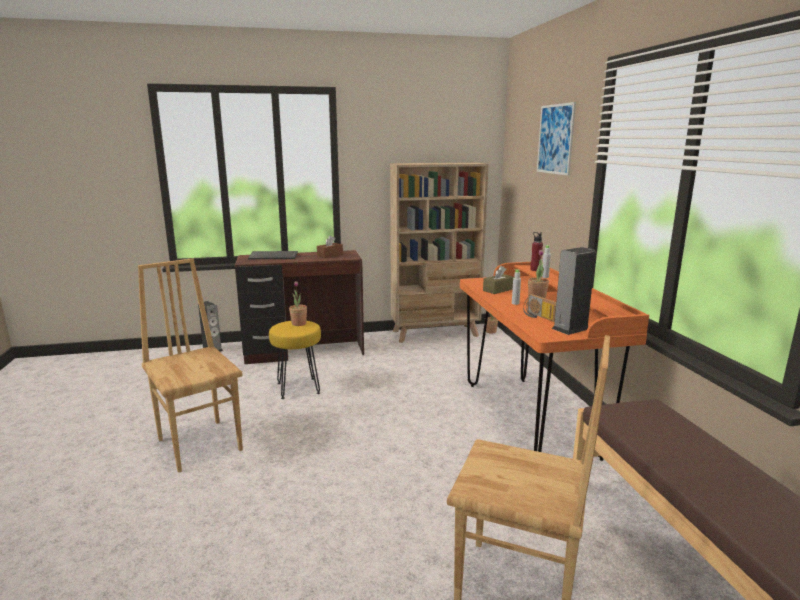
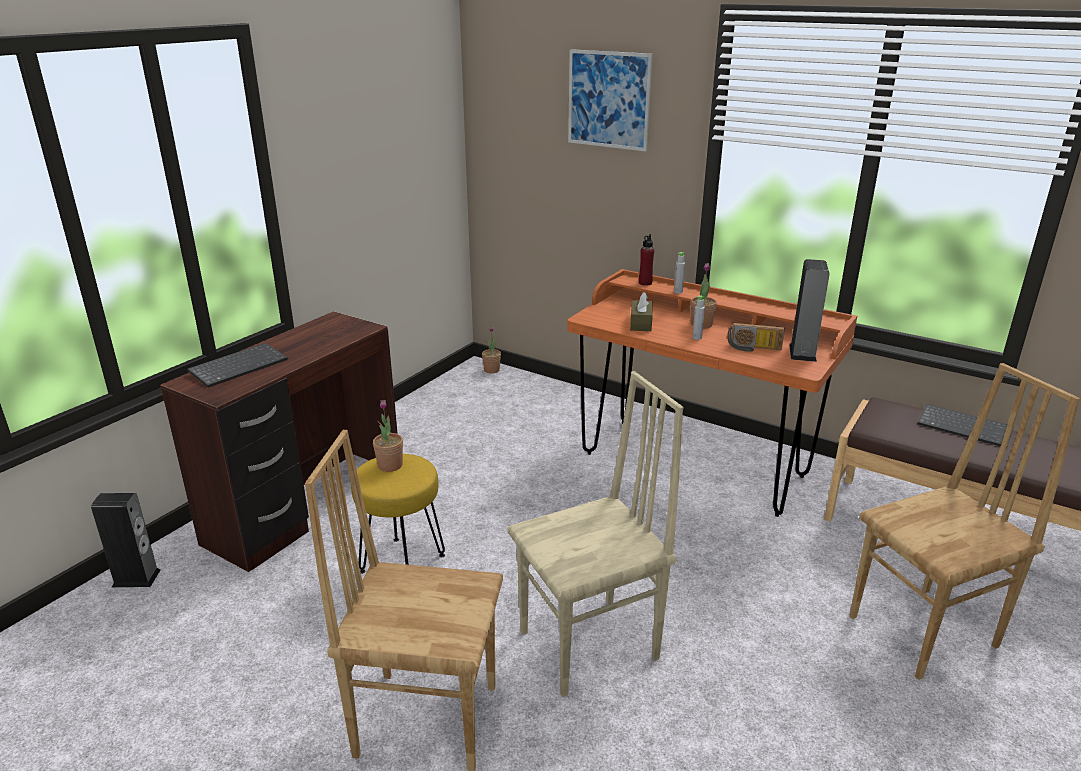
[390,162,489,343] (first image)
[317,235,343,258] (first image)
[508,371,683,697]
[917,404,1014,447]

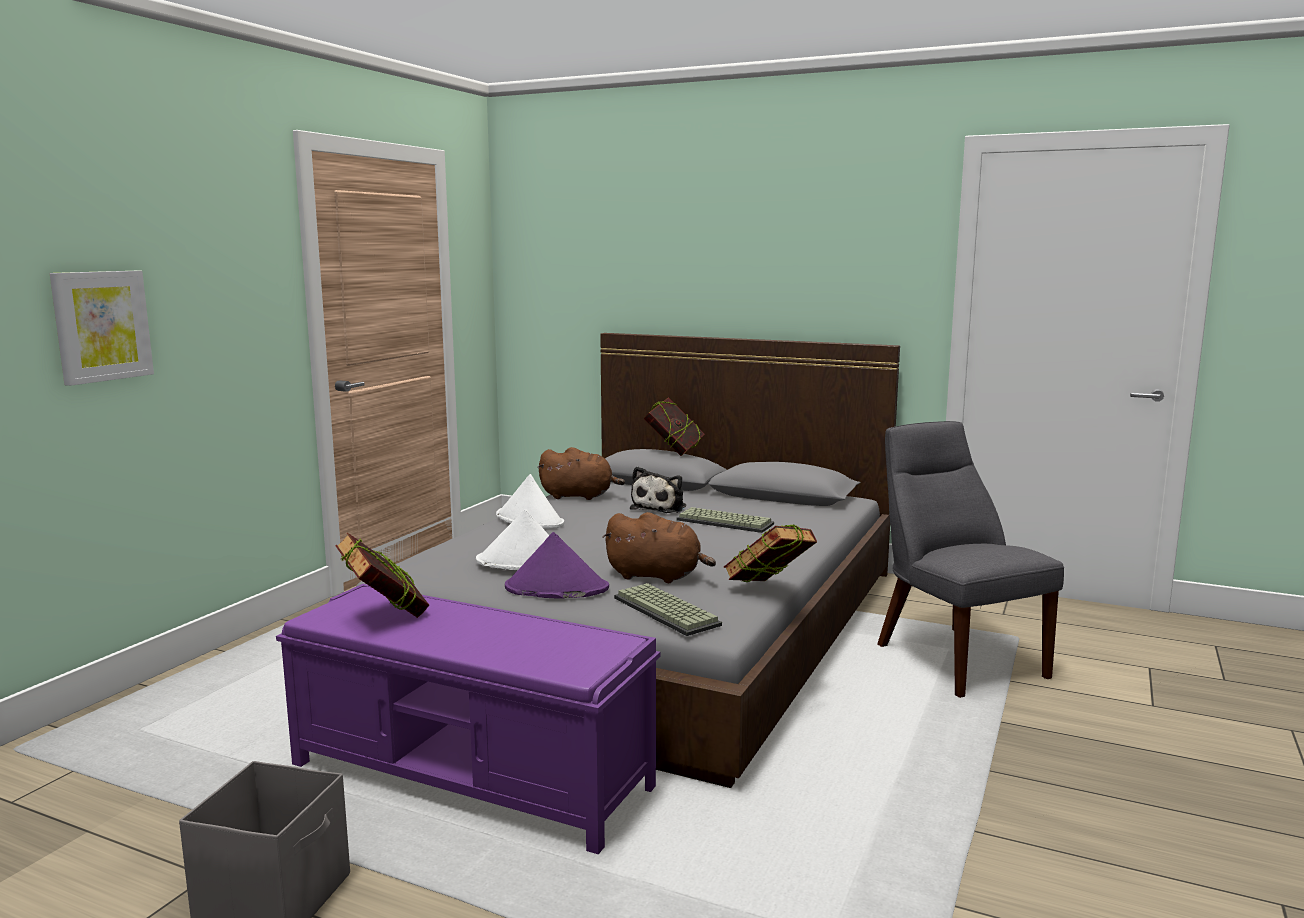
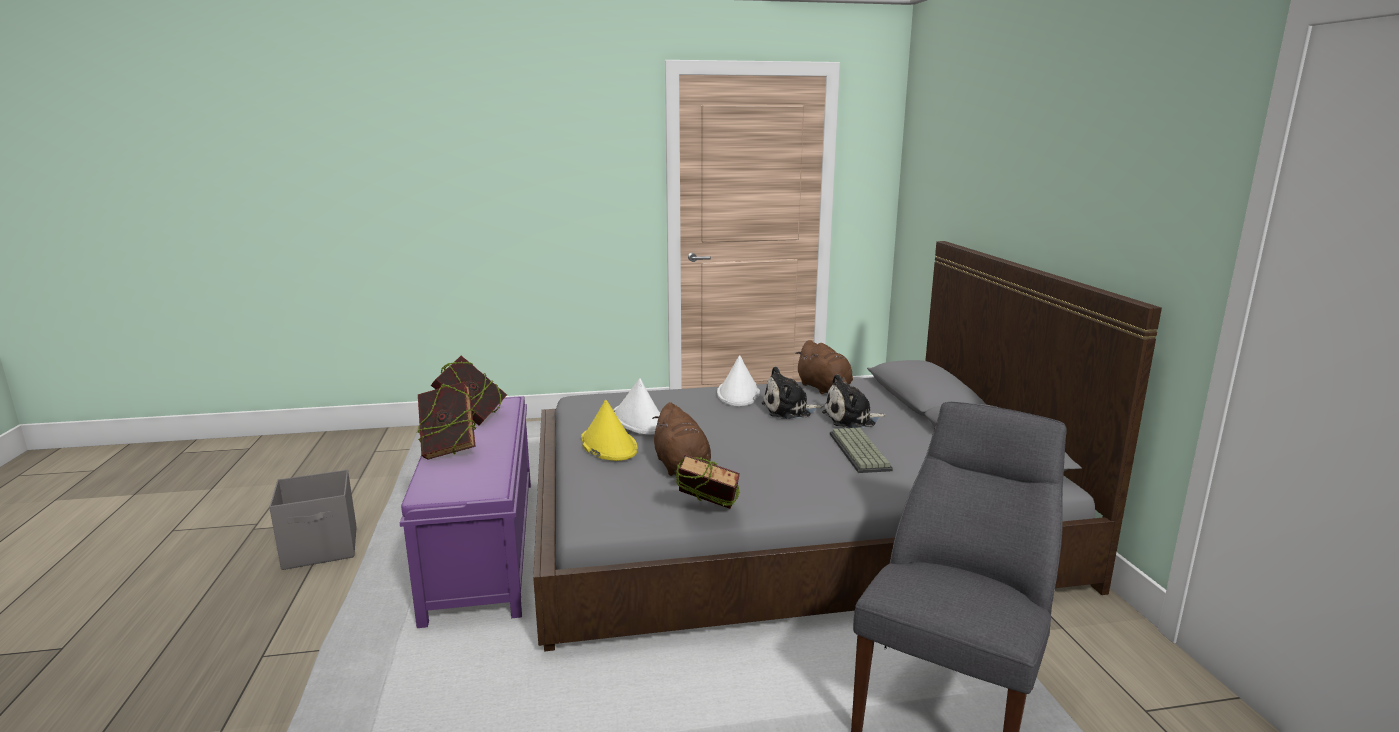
[50,271,154,386] (first image)
[417,382,476,460]
[581,399,638,461]
[614,583,722,636] (first image)
[762,366,824,419]

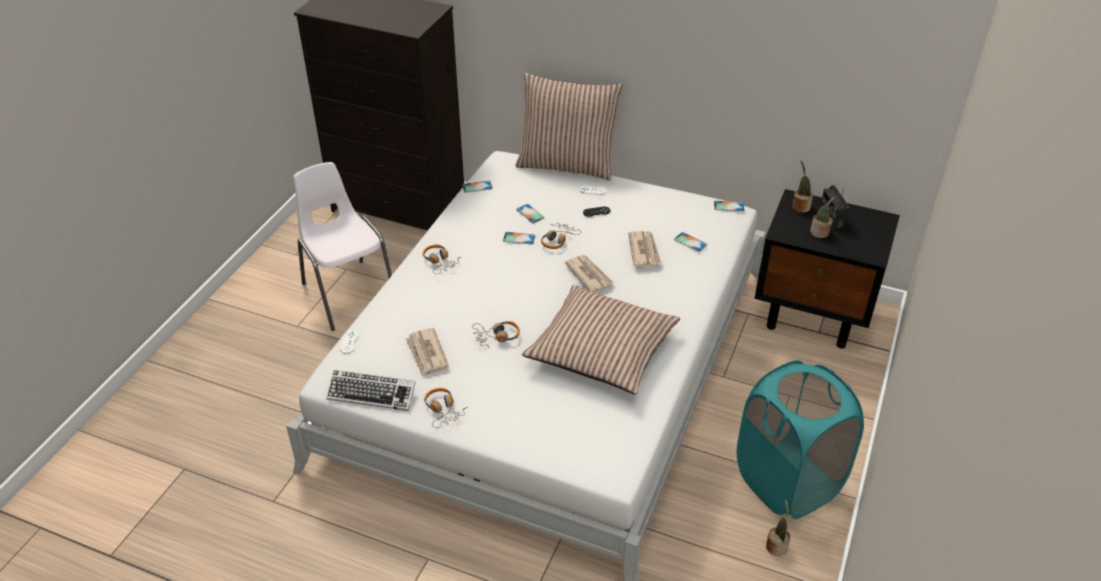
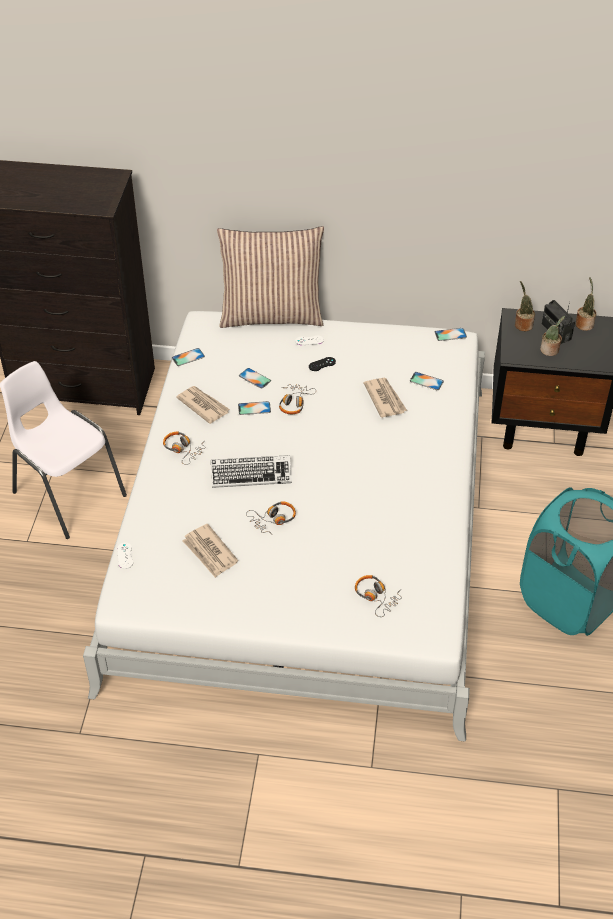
[176,386,230,424]
[522,285,680,394] (first image)
[211,455,292,488]
[355,575,402,617]
[576,277,597,331]

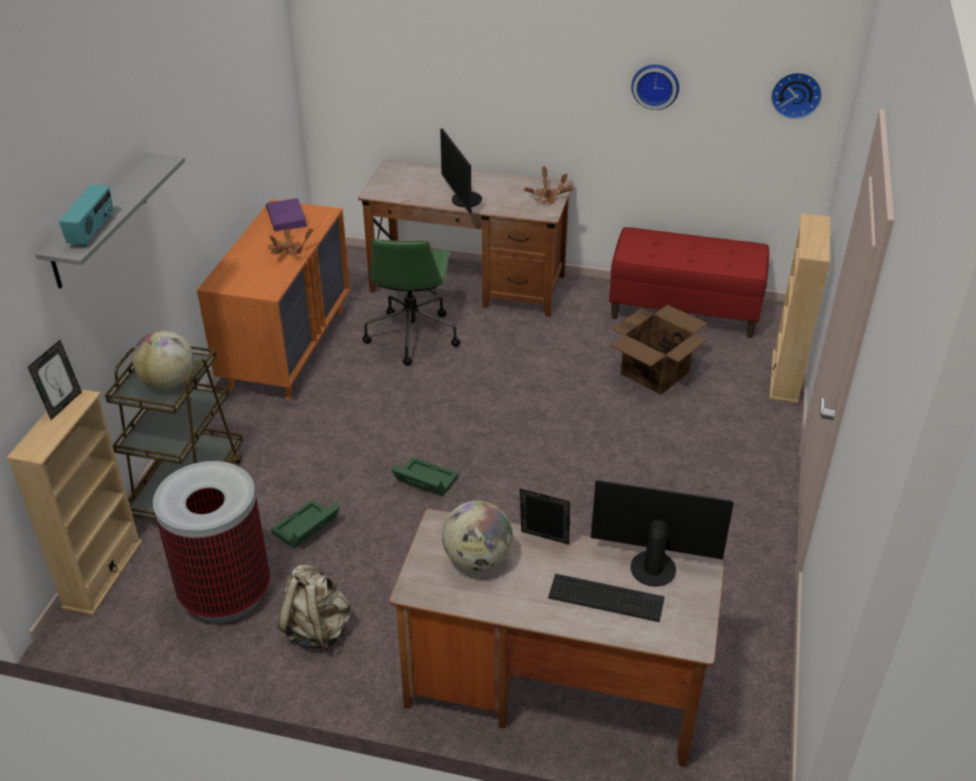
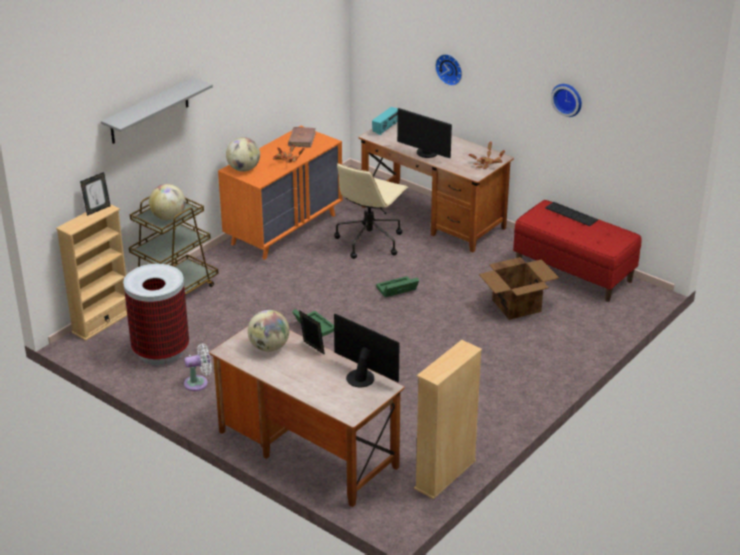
[435,54,462,86]
[397,108,452,158]
[372,107,398,135]
[288,127,316,148]
[414,340,482,499]
[334,163,408,259]
[376,276,419,297]
[184,344,212,391]
[545,202,598,226]
[226,137,260,172]

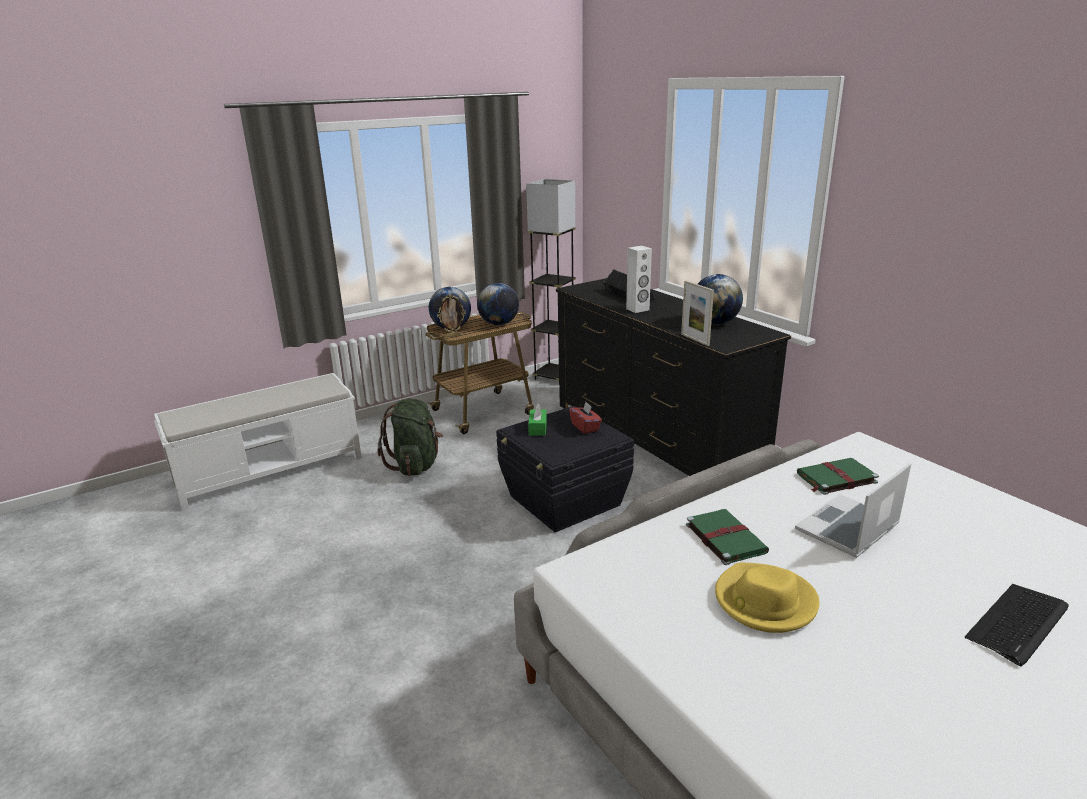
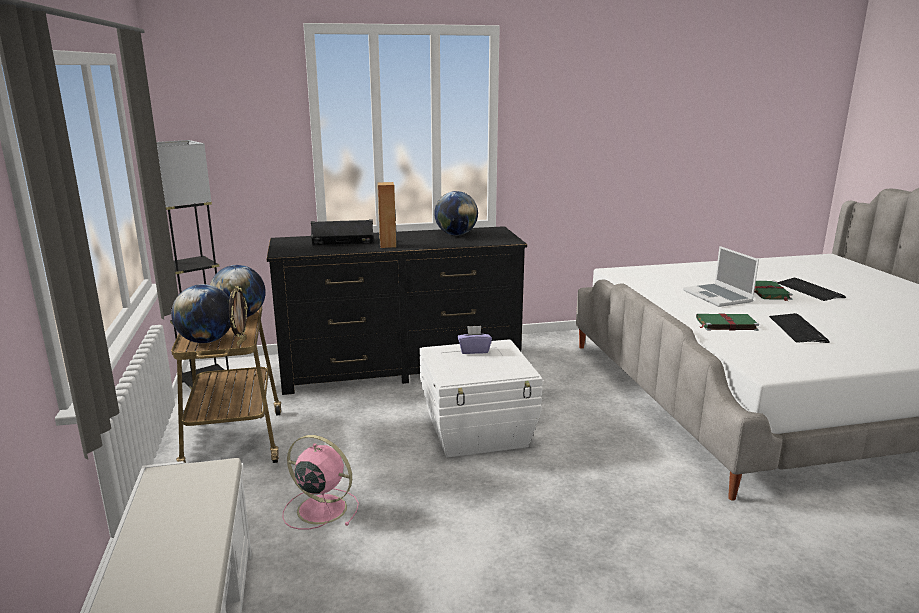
[377,182,396,248]
[681,281,714,346] (first image)
[283,435,359,529]
[458,326,492,354]
[528,404,547,436] (first image)
[419,339,543,457]
[754,281,793,301]
[769,313,830,343]

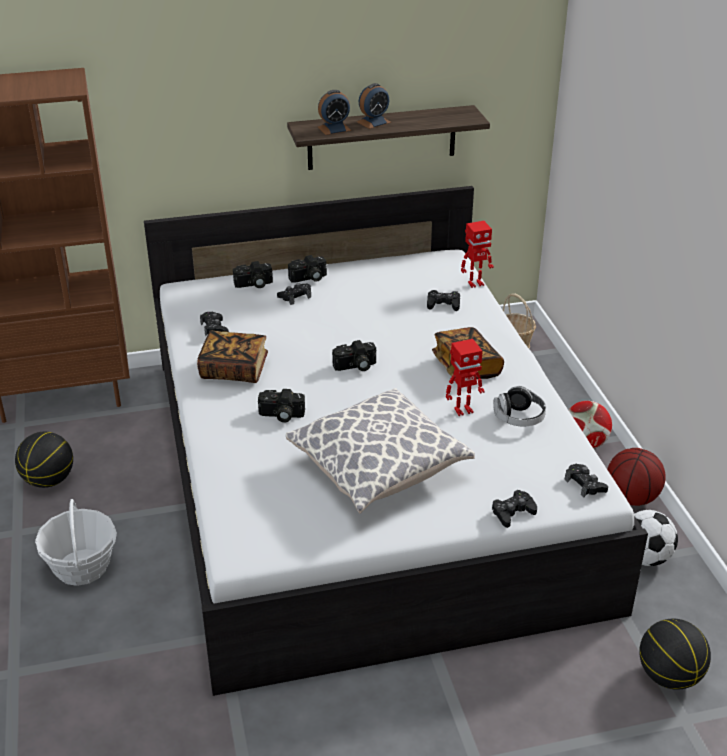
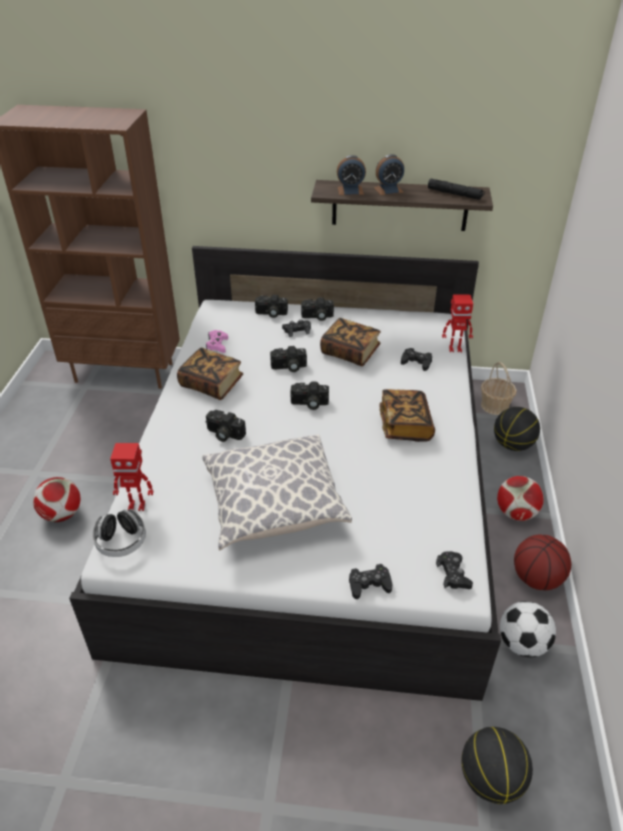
[206,330,228,353]
[110,443,154,511]
[93,509,146,557]
[494,407,540,451]
[33,477,80,522]
[428,179,485,200]
[320,318,381,366]
[270,346,307,372]

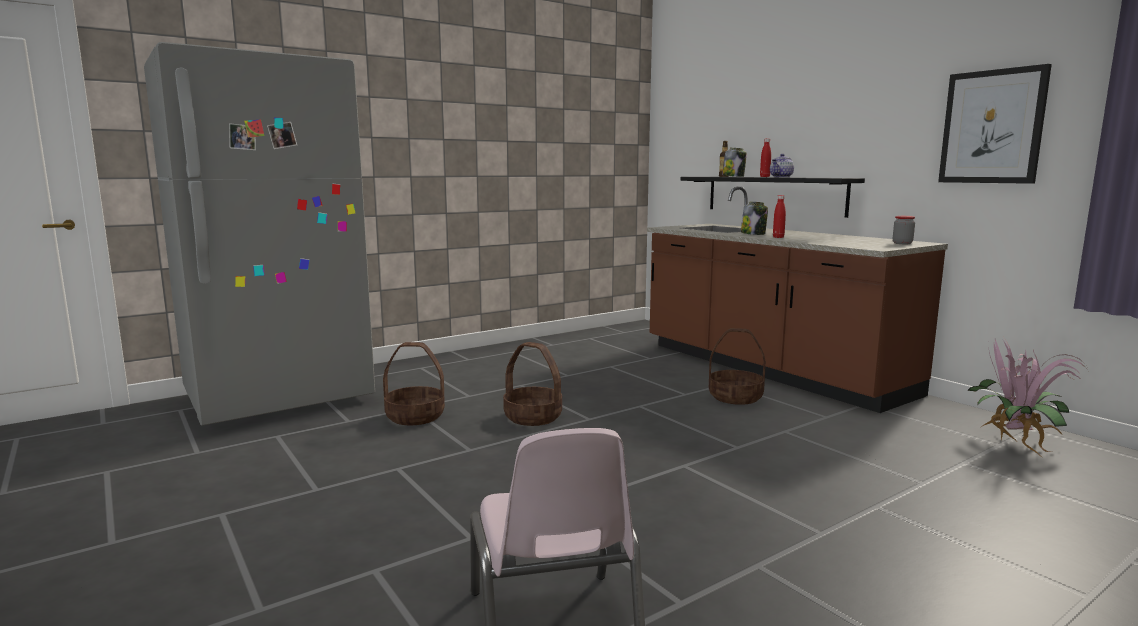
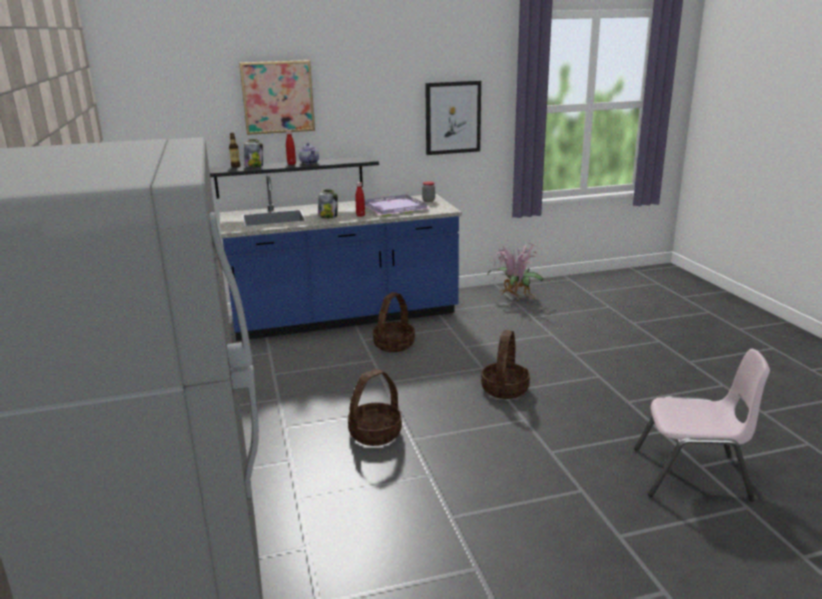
[219,175,462,341]
[481,330,530,399]
[239,60,315,135]
[365,195,430,217]

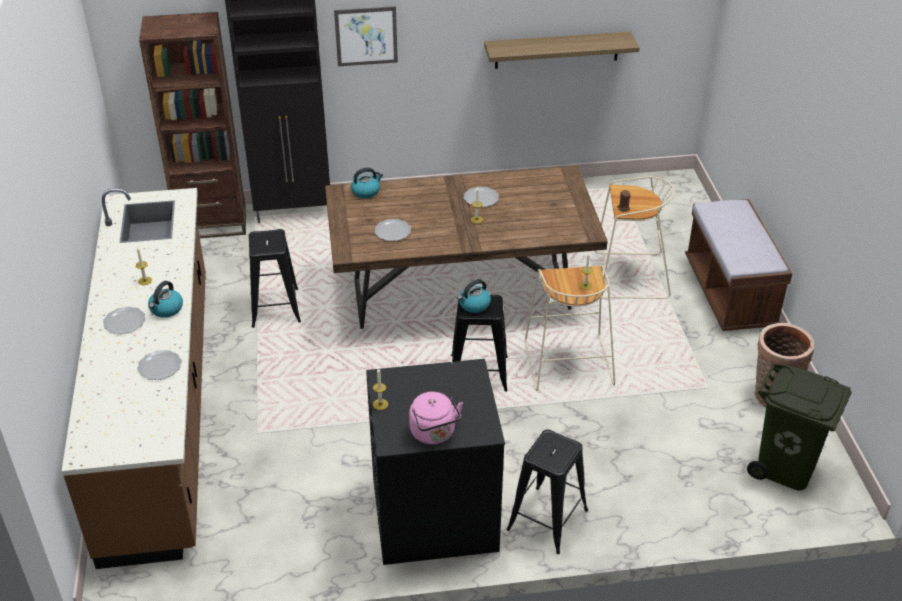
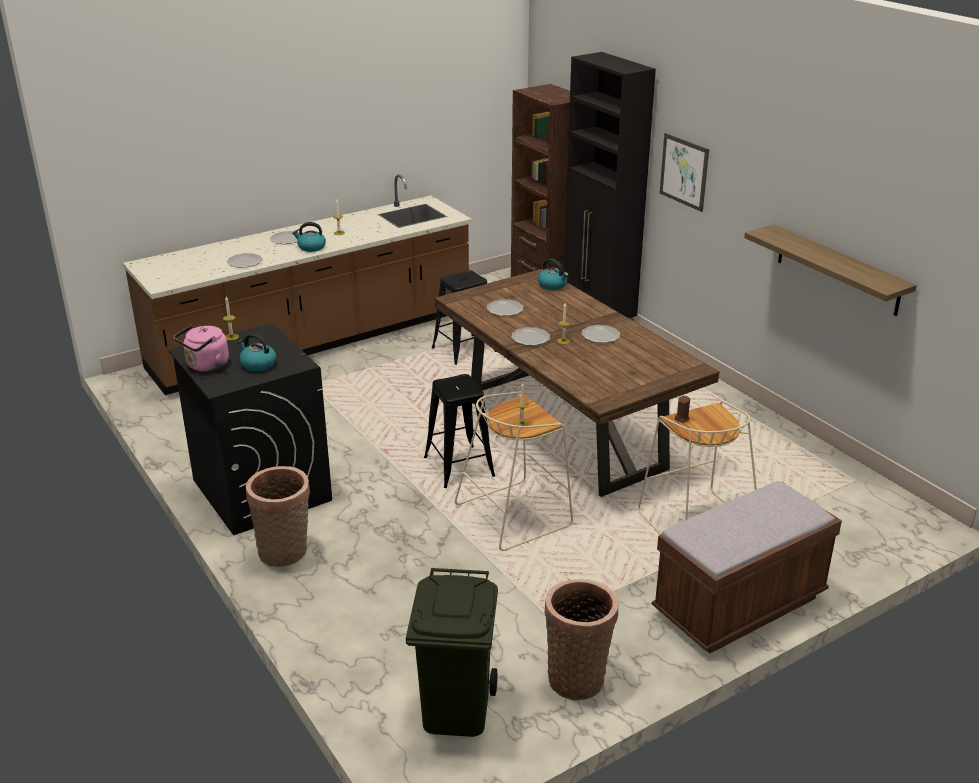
[238,333,276,372]
[246,466,310,567]
[511,327,550,345]

